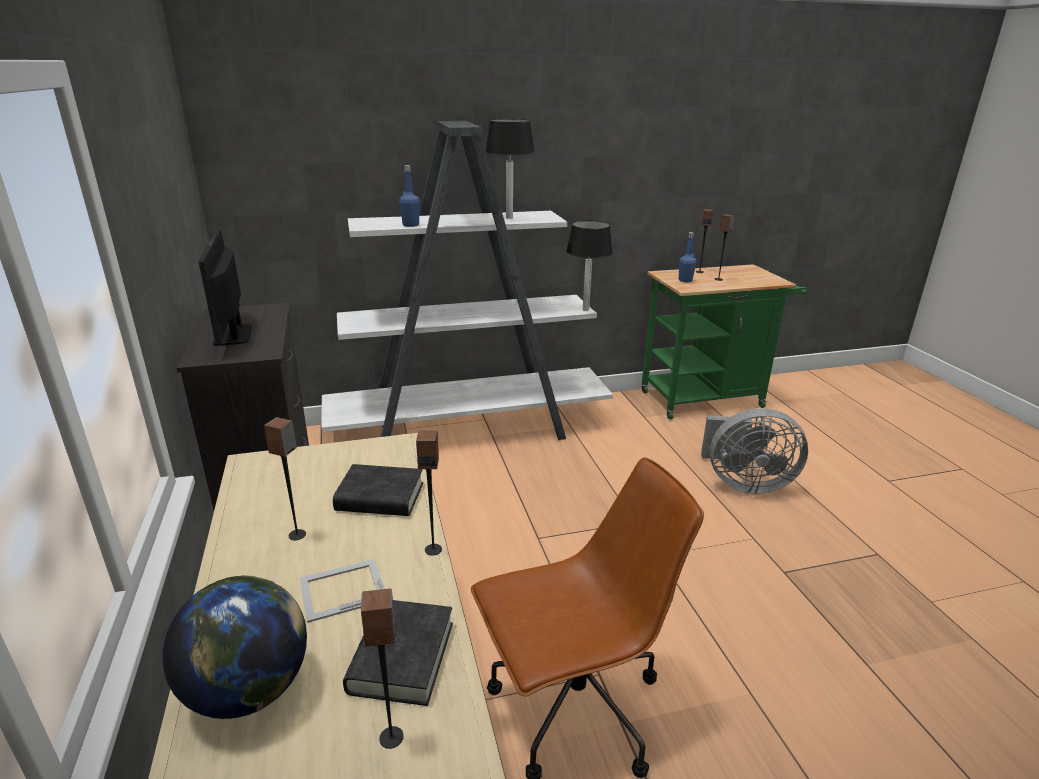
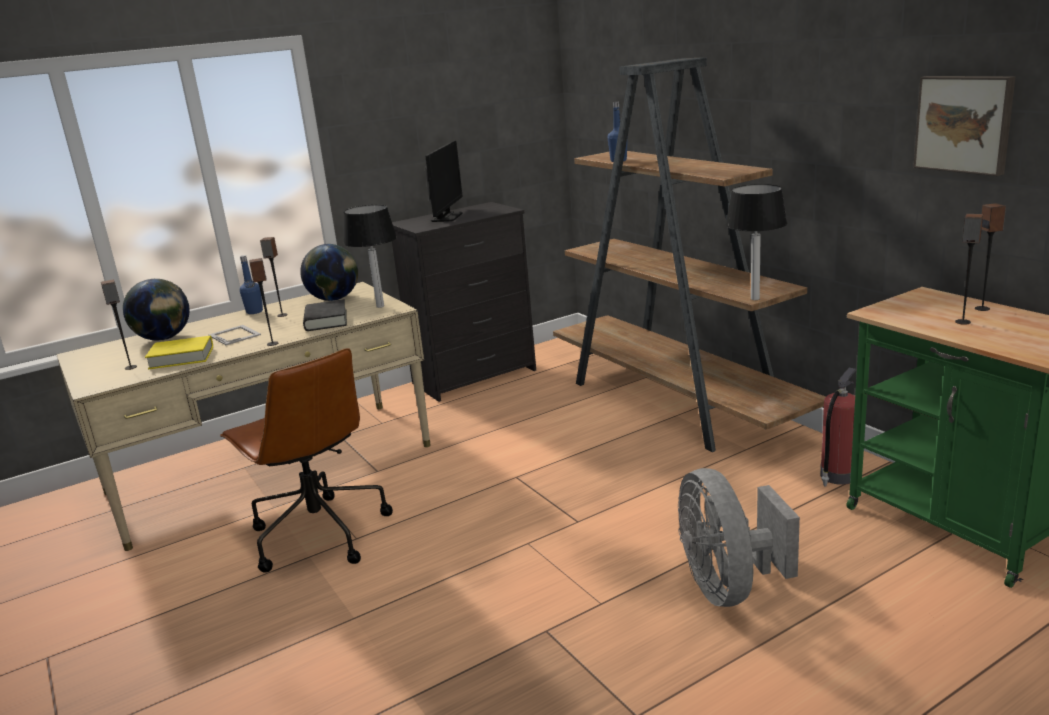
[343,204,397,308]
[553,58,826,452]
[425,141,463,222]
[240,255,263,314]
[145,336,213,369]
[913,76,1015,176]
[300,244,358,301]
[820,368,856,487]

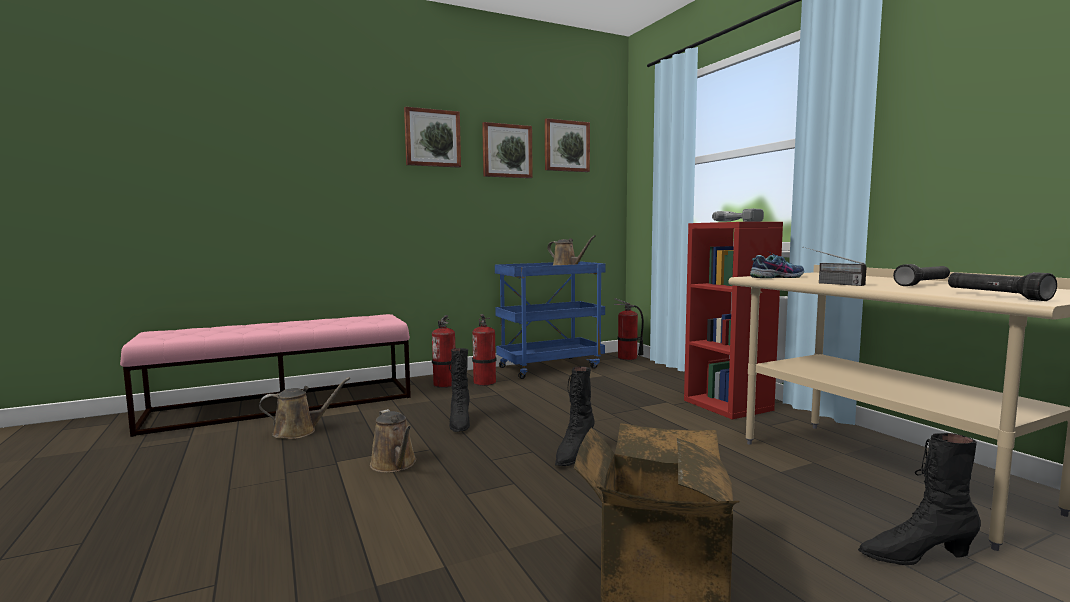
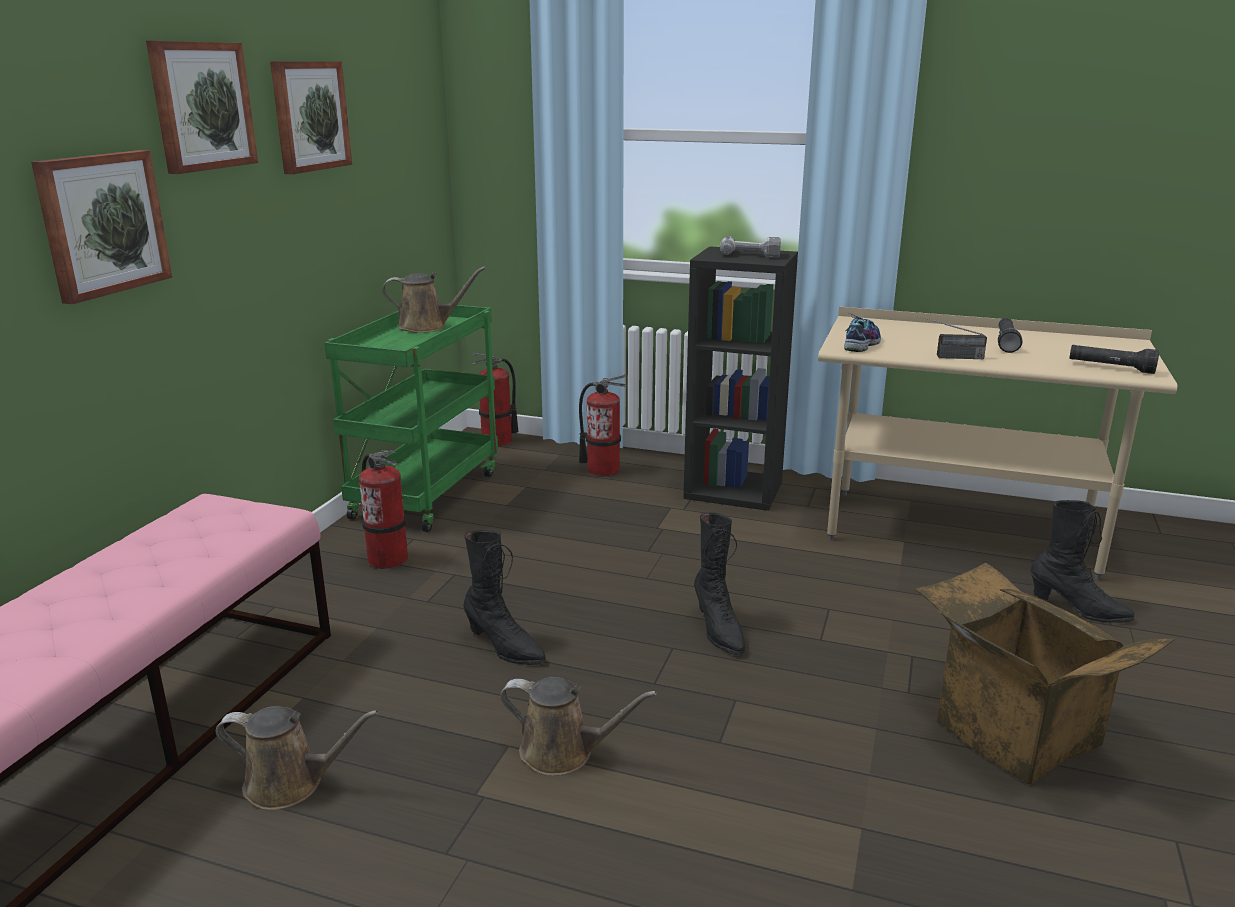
[31,150,172,304]
[683,246,798,511]
[324,305,498,532]
[579,374,627,477]
[216,706,378,810]
[1031,500,1134,623]

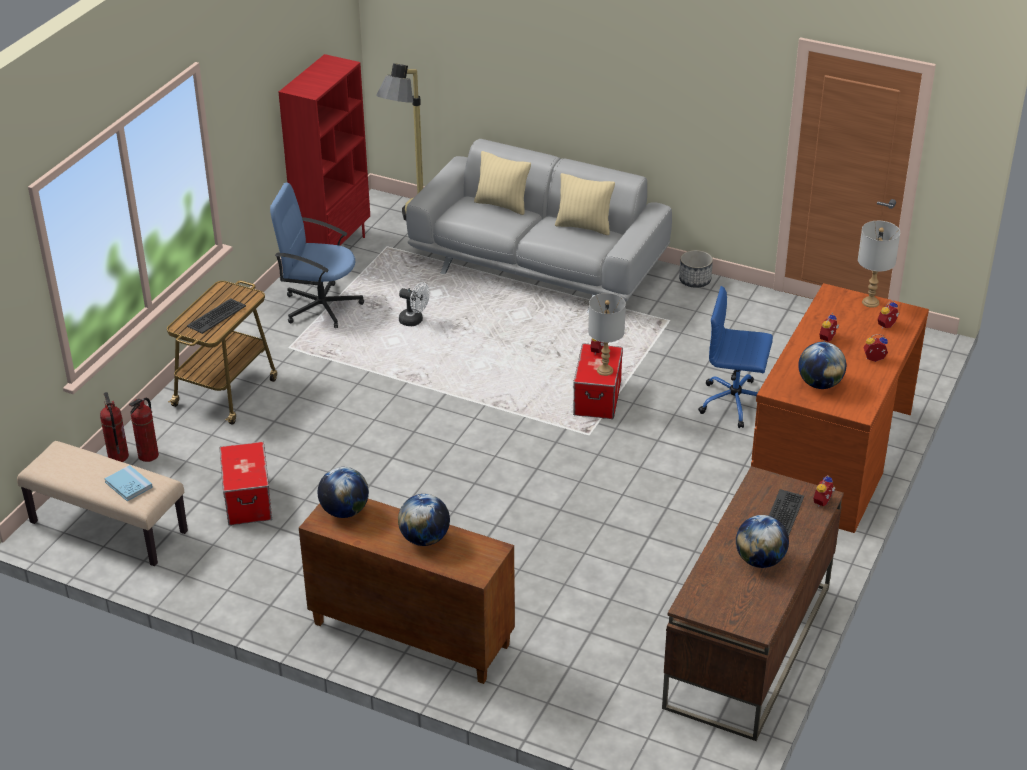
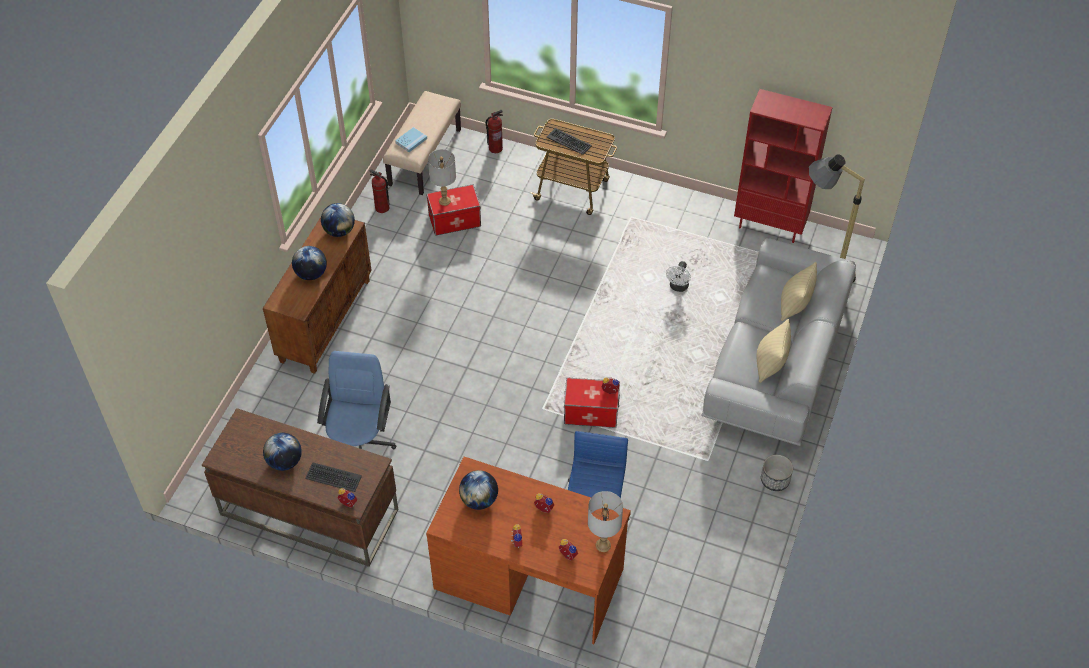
[317,351,396,449]
[428,149,456,206]
[370,169,390,213]

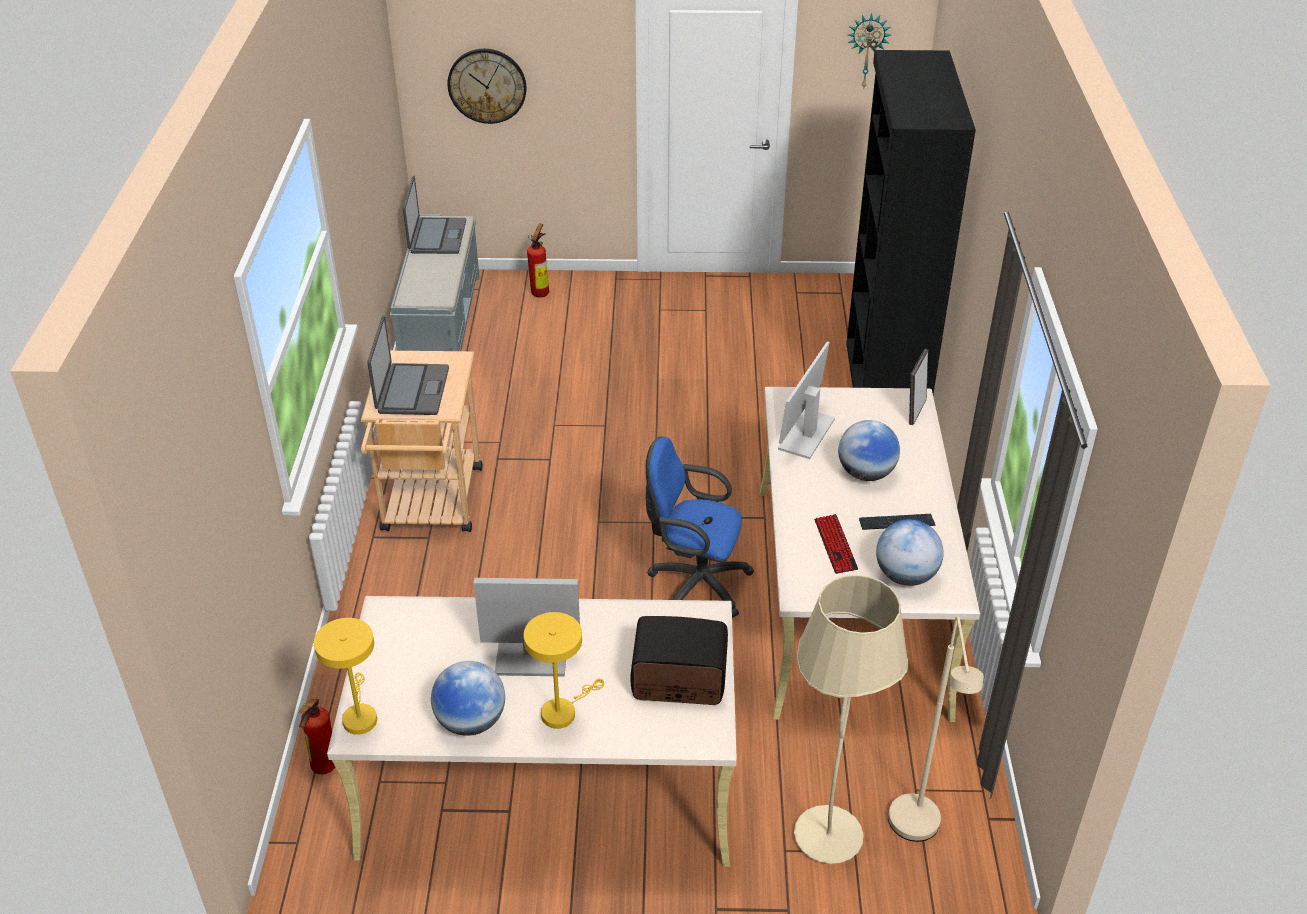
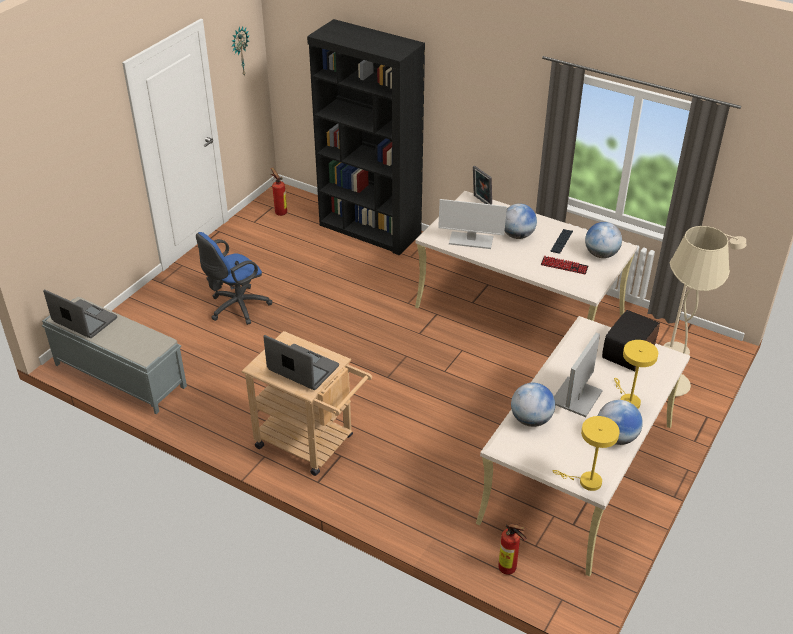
[447,49,527,124] (first image)
[271,168,287,216]
[438,199,507,249]
[196,232,272,325]
[511,383,555,427]

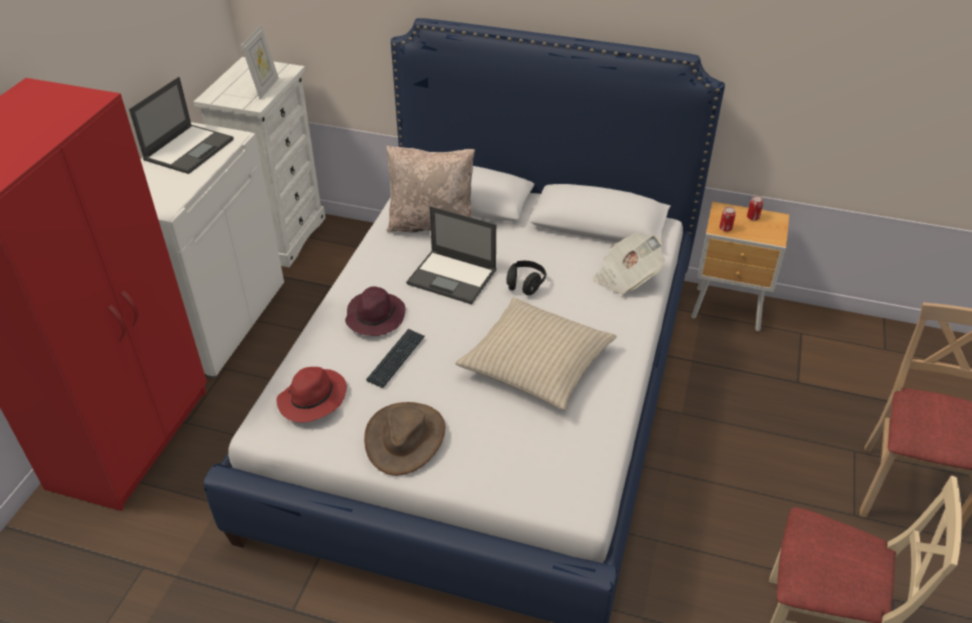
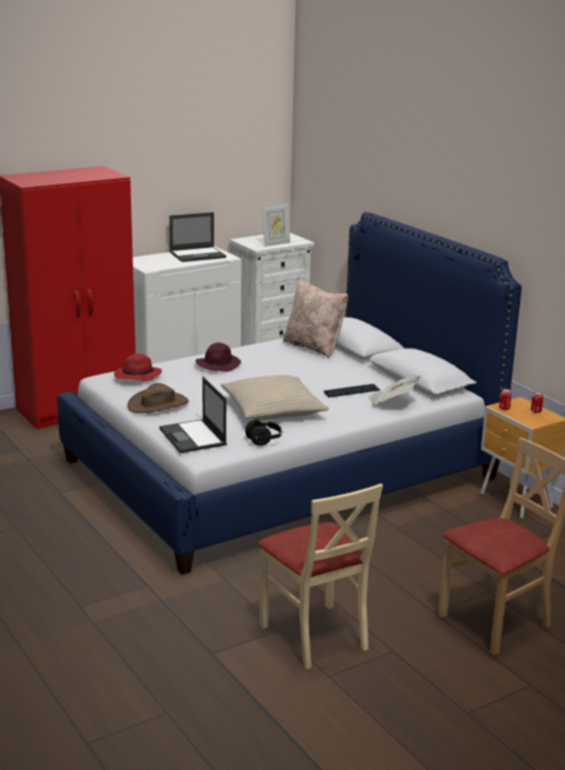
[159,377,227,453]
[245,419,282,446]
[324,384,380,398]

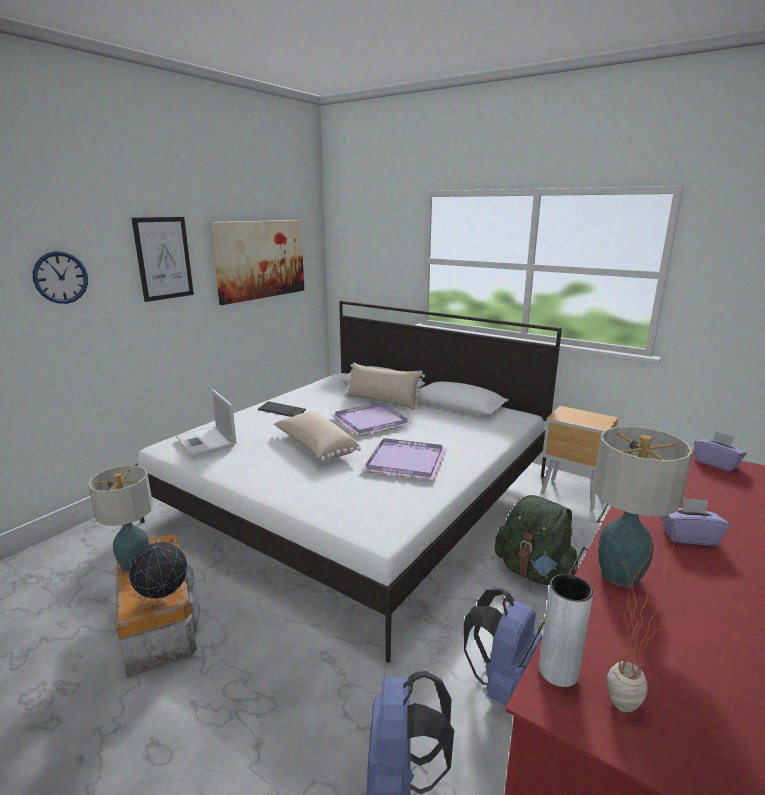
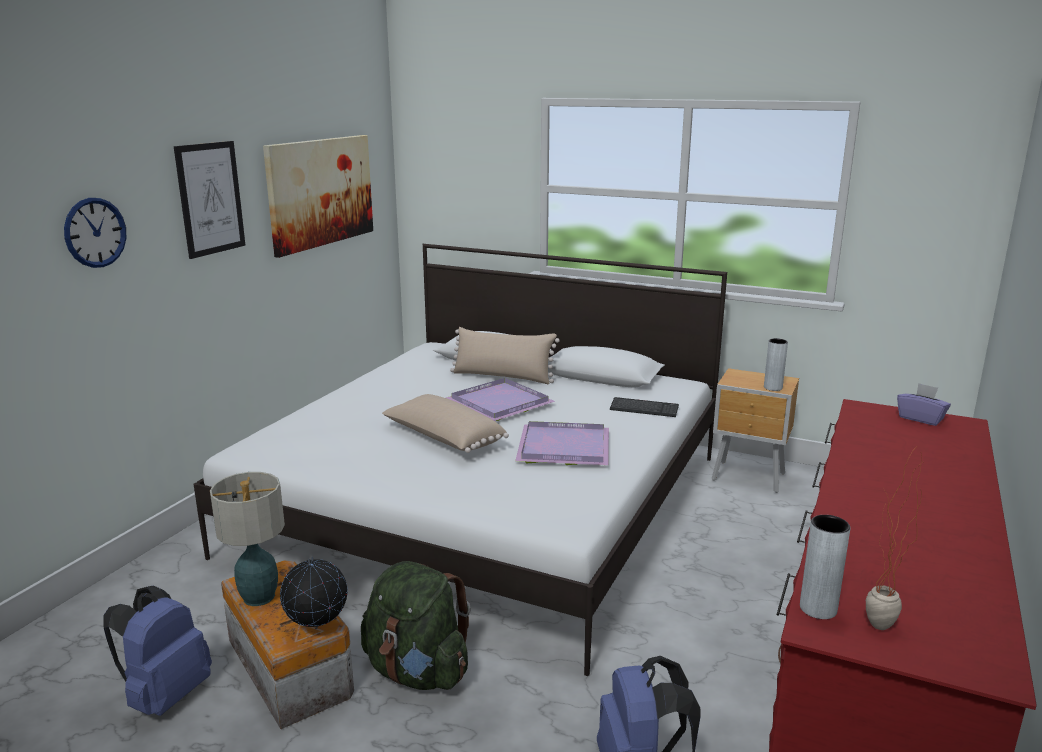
[176,389,236,457] (first image)
[610,397,679,417]
[593,426,693,587] (first image)
[361,561,471,690]
[662,498,730,546] (first image)
[104,586,212,716]
[764,338,788,391]

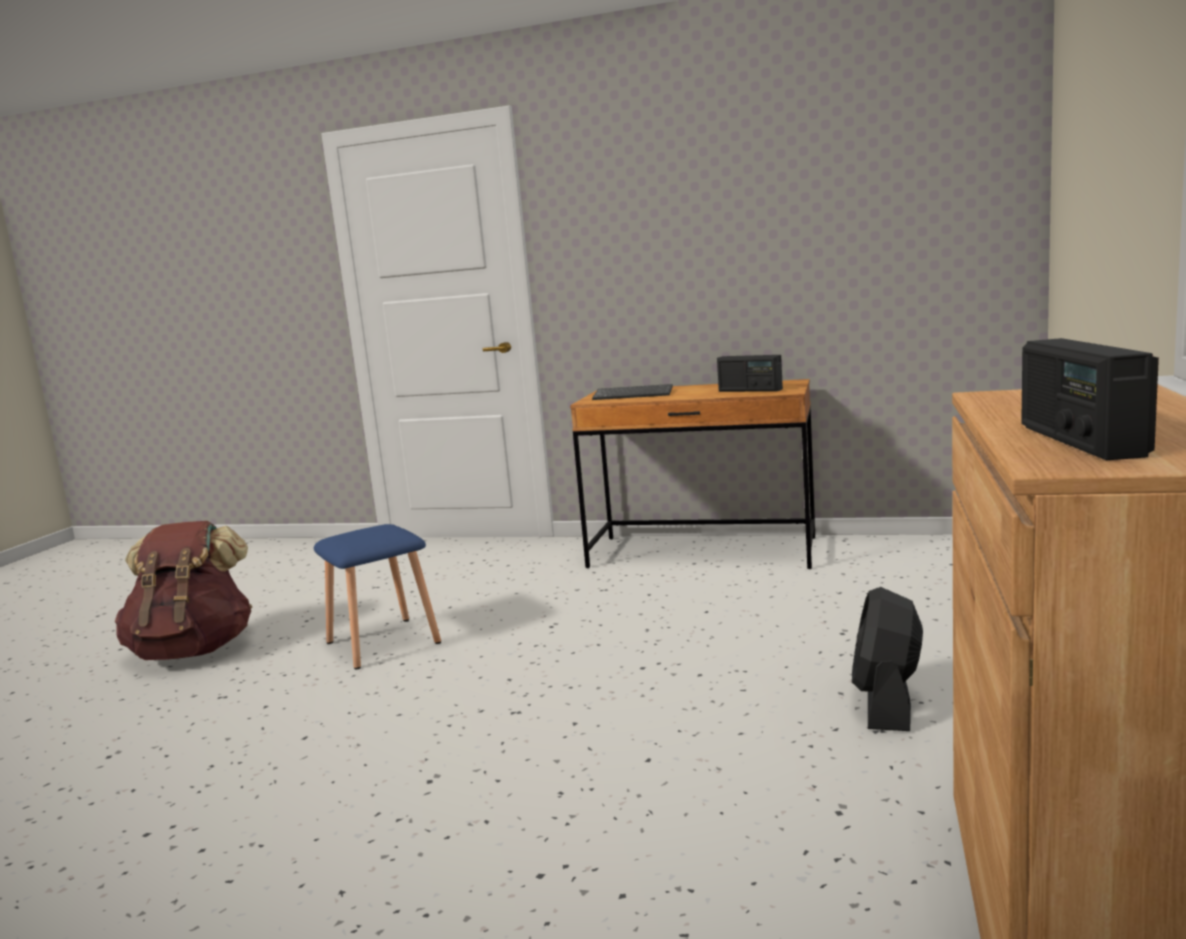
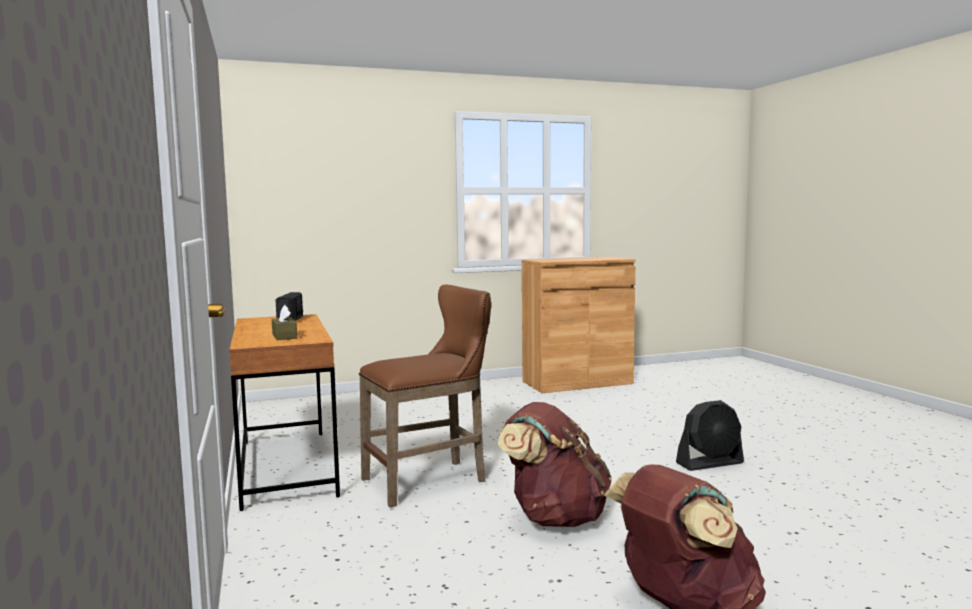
[1021,338,1159,460] (first image)
[272,305,297,340]
[498,402,612,527]
[676,400,744,471]
[359,285,491,508]

